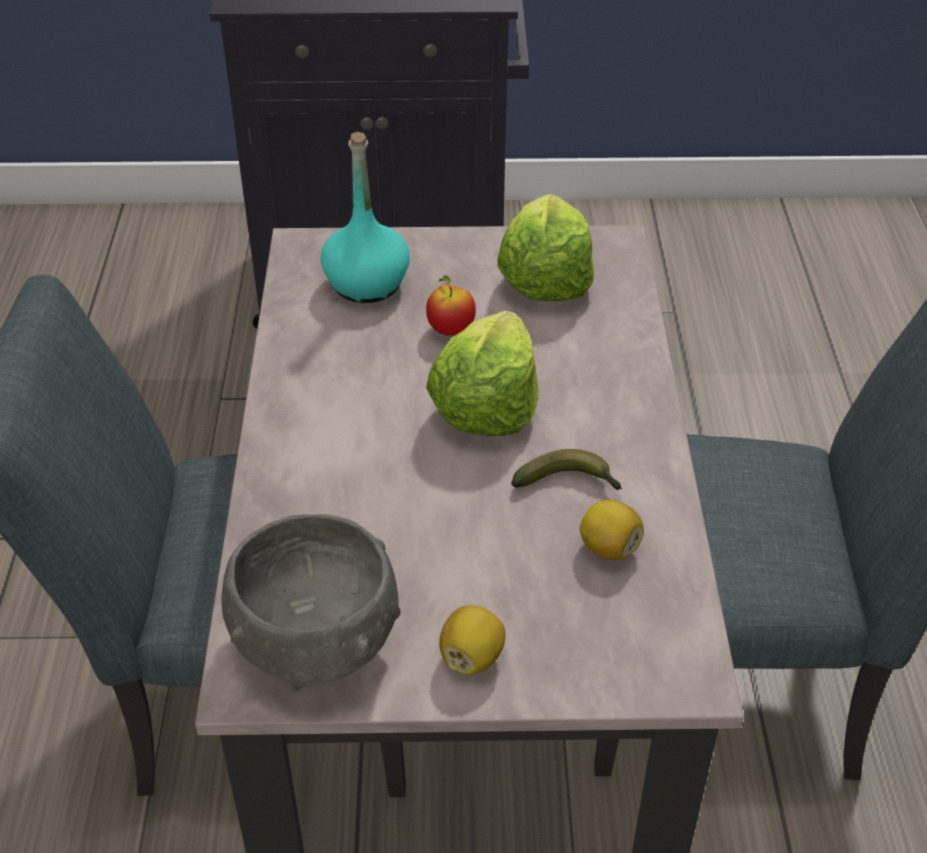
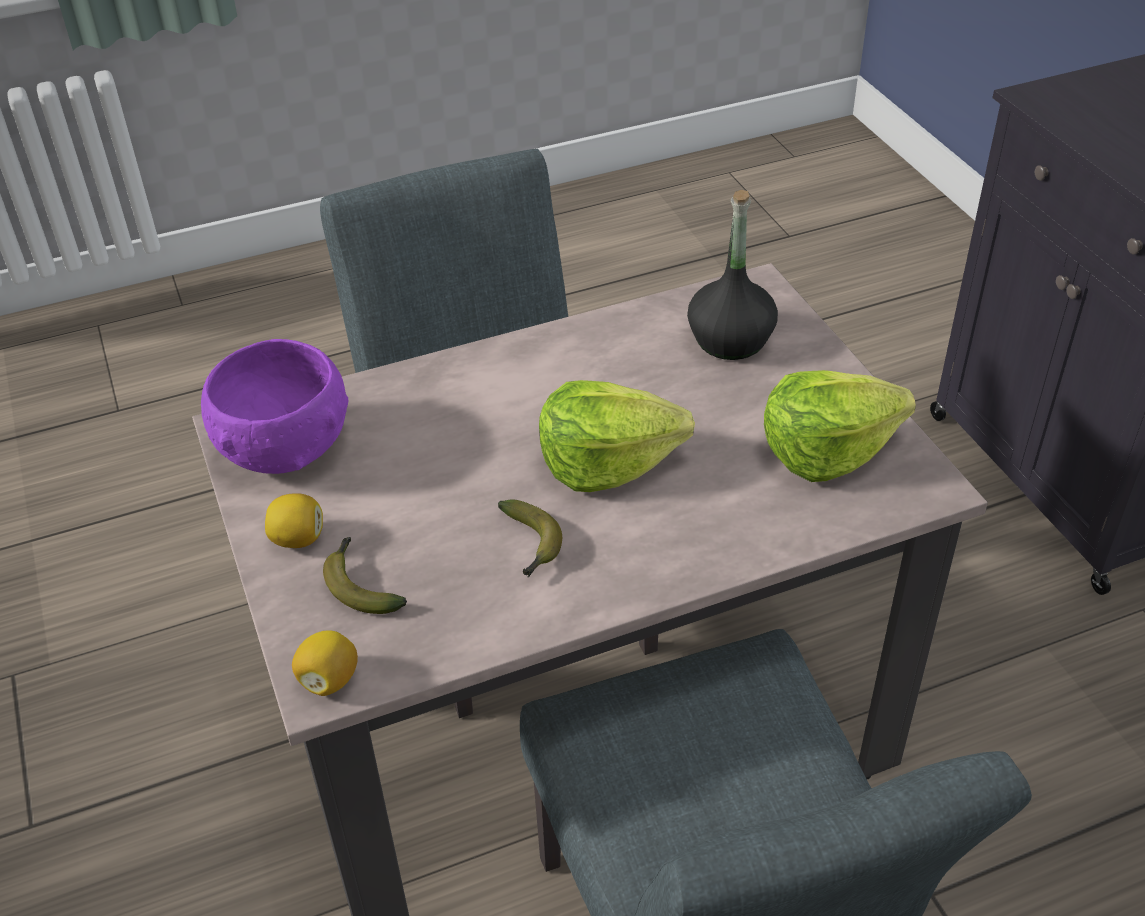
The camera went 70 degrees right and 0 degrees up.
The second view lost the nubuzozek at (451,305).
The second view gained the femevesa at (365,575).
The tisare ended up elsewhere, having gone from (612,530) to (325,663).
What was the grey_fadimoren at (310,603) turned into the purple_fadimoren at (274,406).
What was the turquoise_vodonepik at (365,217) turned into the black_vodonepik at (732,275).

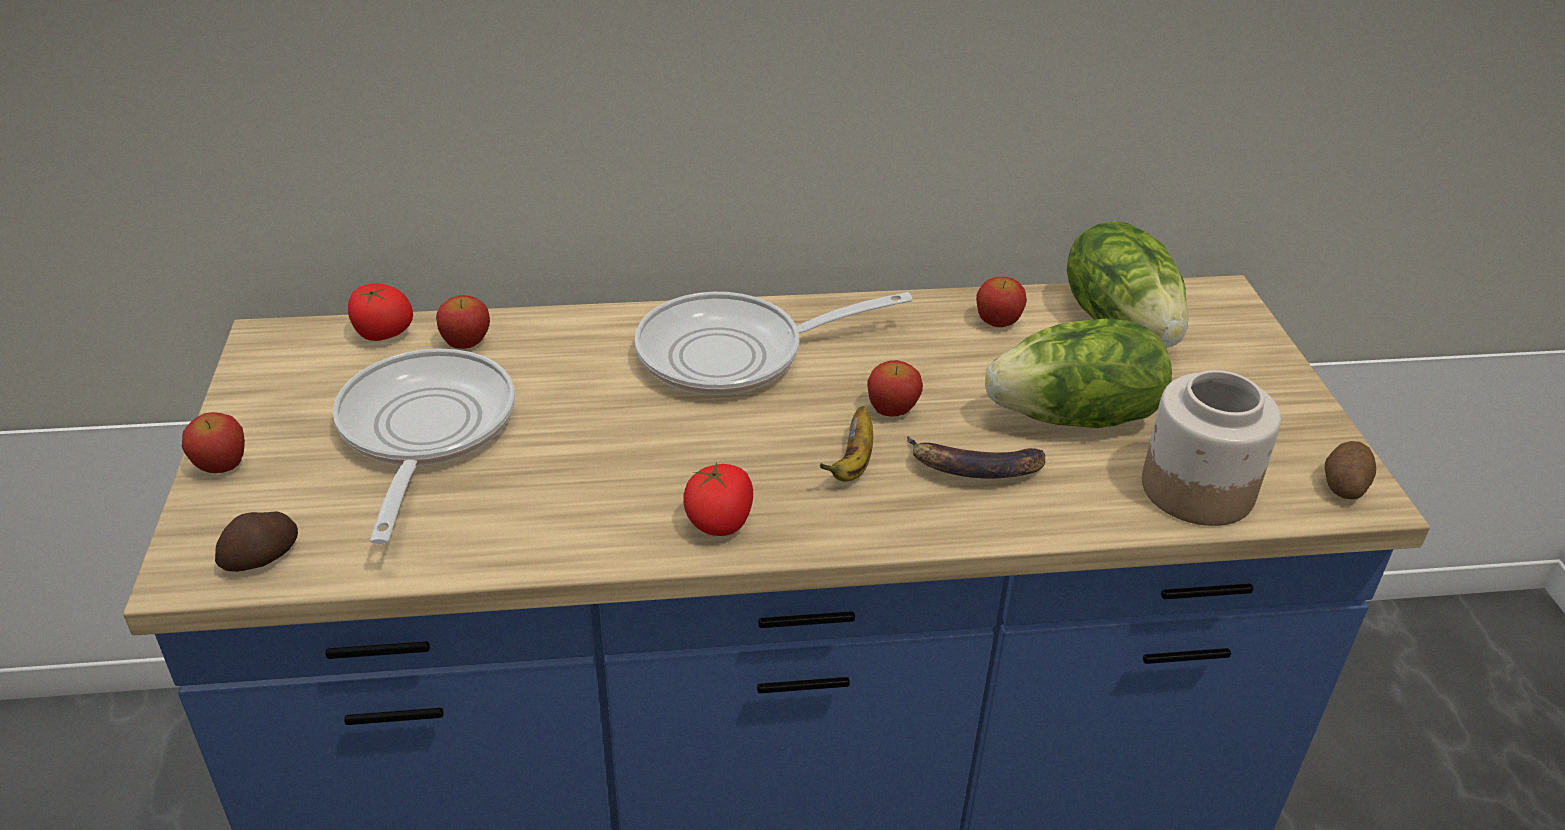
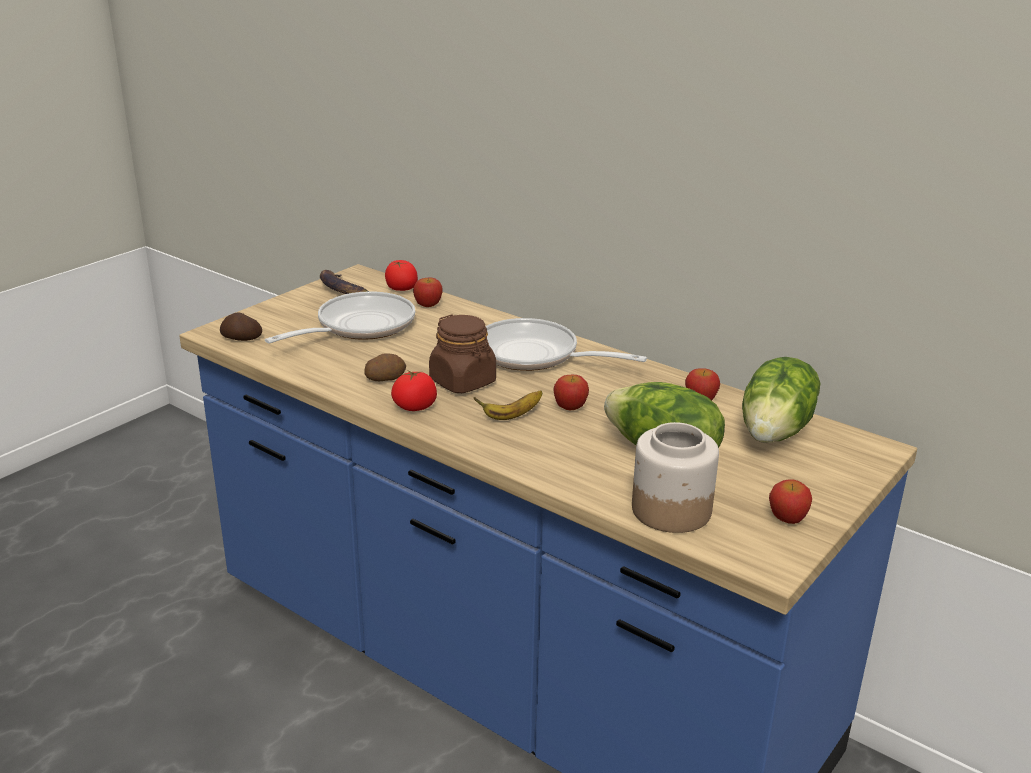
The camera went 45 degrees right and 10 degrees down.
The second view gained the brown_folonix at (462,353).
The nubuzozek ended up elsewhere, having gone from (213,442) to (790,501).
The femevesa ended up elsewhere, having gone from (976,457) to (344,282).
The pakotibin ended up elsewhere, having gone from (1350,470) to (385,367).

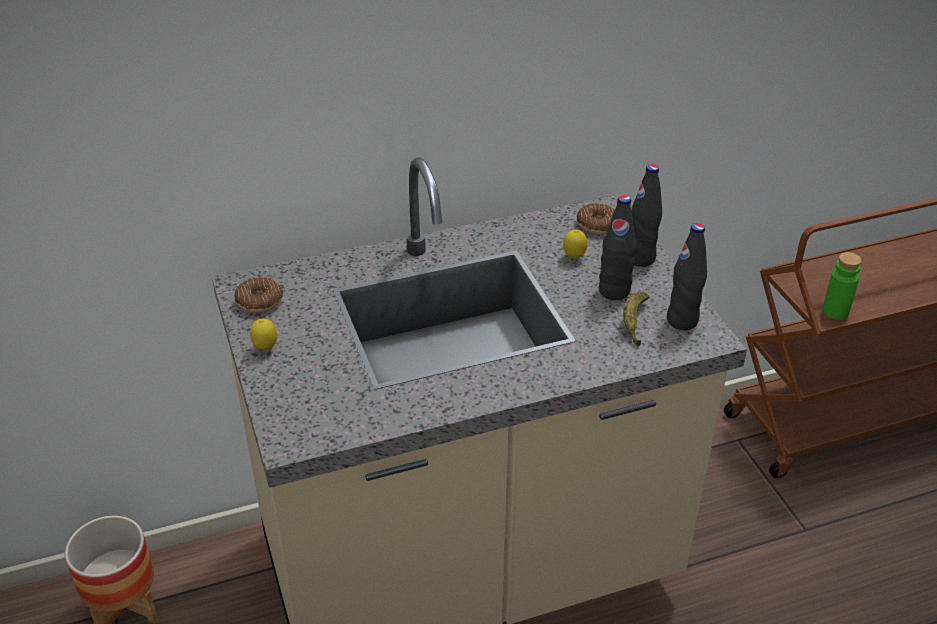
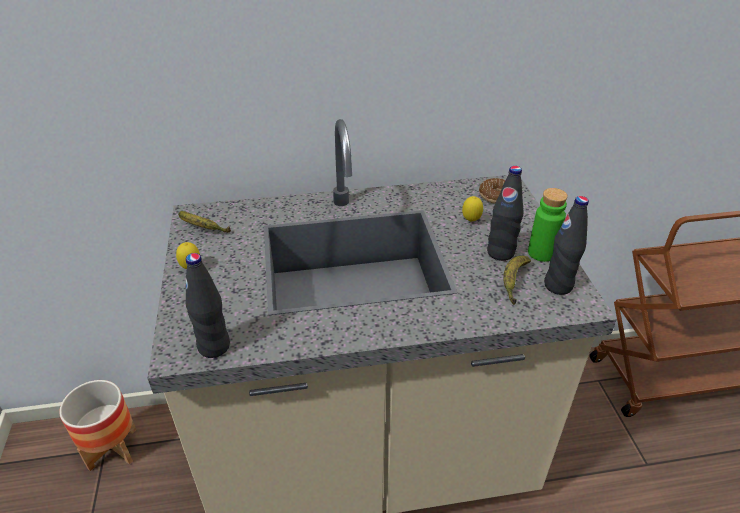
The camera went 10 degrees right and 0 degrees up.
The black_vodonepik ended up elsewhere, having gone from (646,215) to (208,305).
The green_vodonepik ended up elsewhere, having gone from (842,286) to (548,225).
Where the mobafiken stood at (258,295), the femevesa came to stand at (204,222).

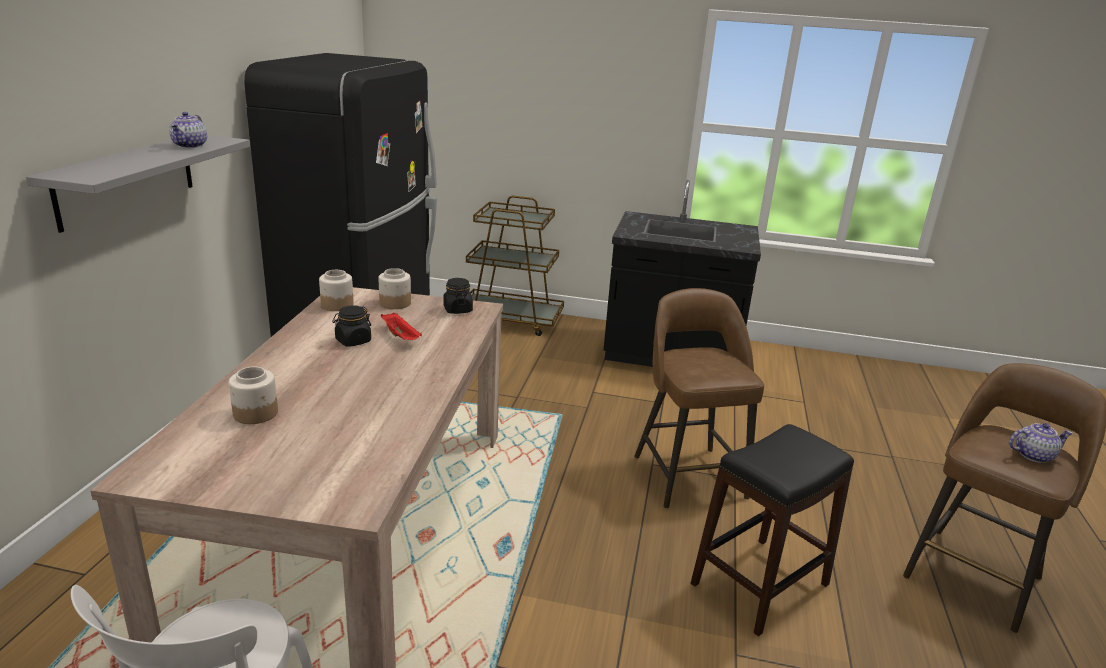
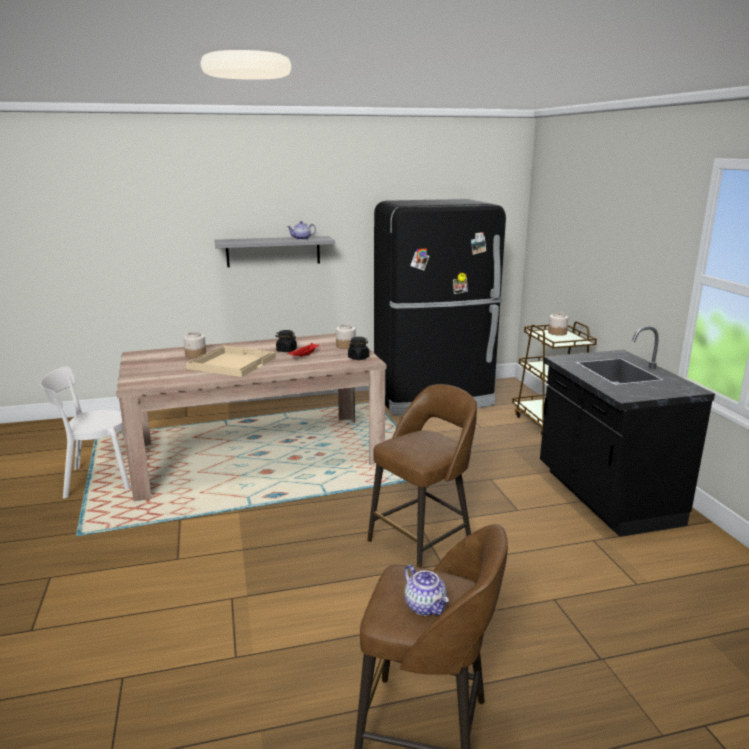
The camera went 65 degrees right and 5 degrees down.
The second view lost the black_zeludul at (772,530).
The second view gained the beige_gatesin at (231,361).
The folonix ended up elsewhere, having gone from (336,290) to (558,324).

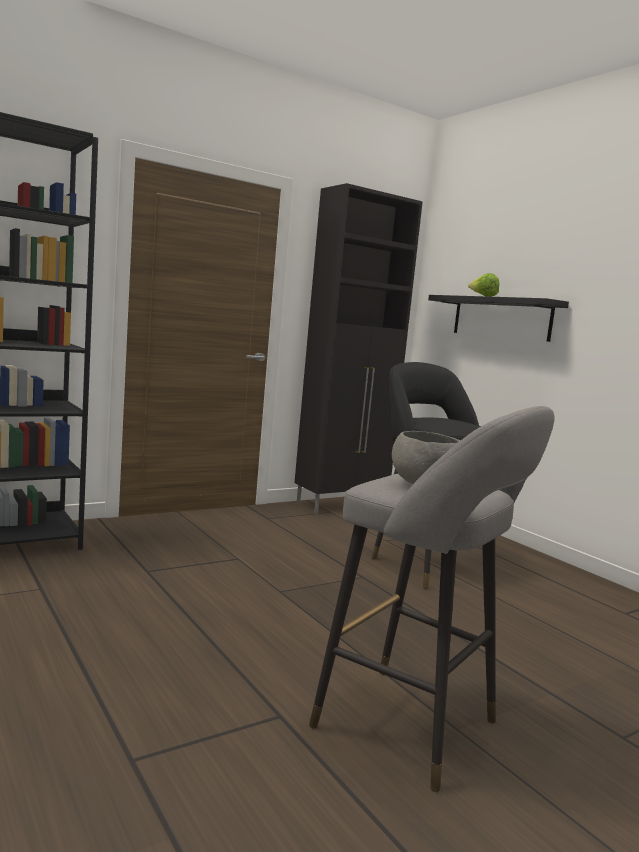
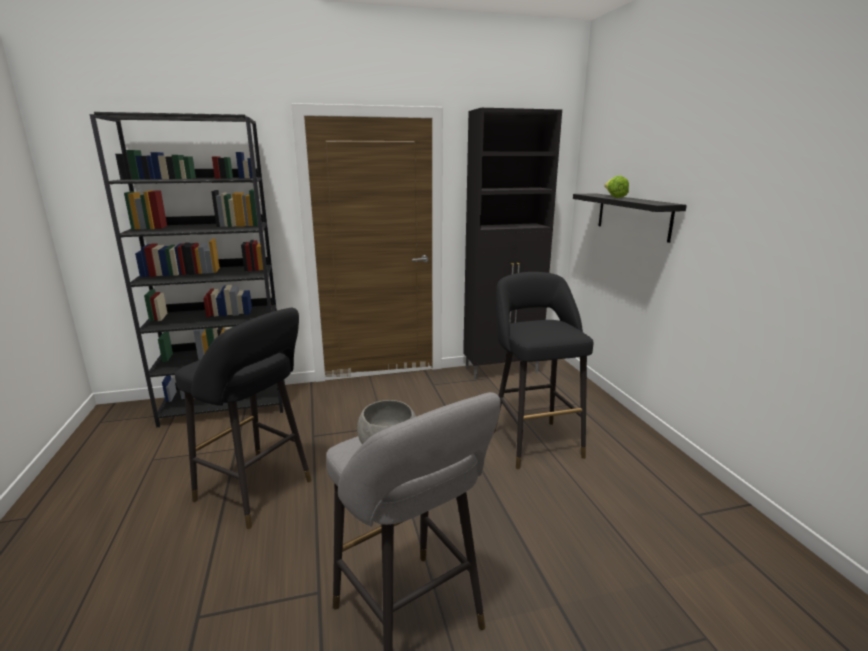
The camera went 20 degrees right and 10 degrees up.
The second view gained the black_zeludul at (243,418).

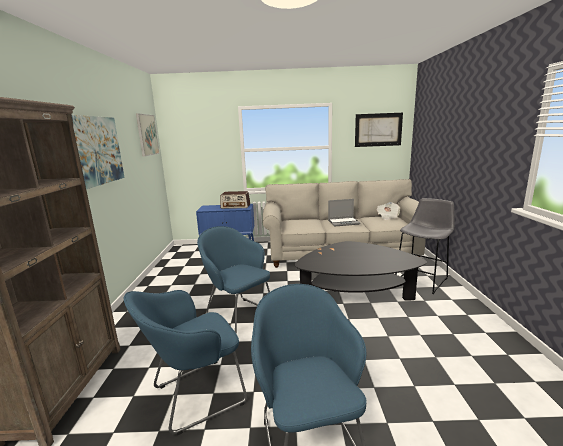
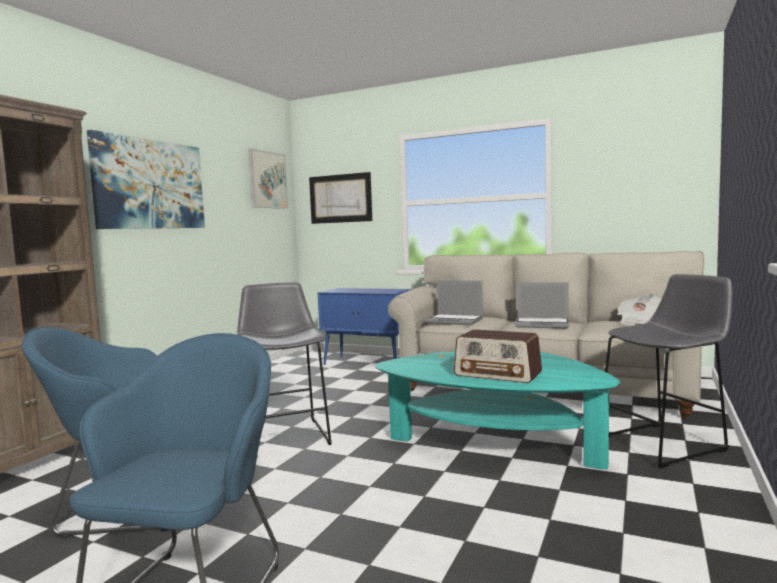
The camera went 25 degrees right and 10 degrees down.
The second view gained the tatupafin at (454,302).
The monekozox ended up elsewhere, having gone from (235,200) to (498,356).
The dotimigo ended up elsewhere, having gone from (379,130) to (340,198).
Where the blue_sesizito stood at (233,280), the grey_zeludul came to stand at (284,363).
What was the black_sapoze at (360,271) turned into the turquoise_sapoze at (498,409).

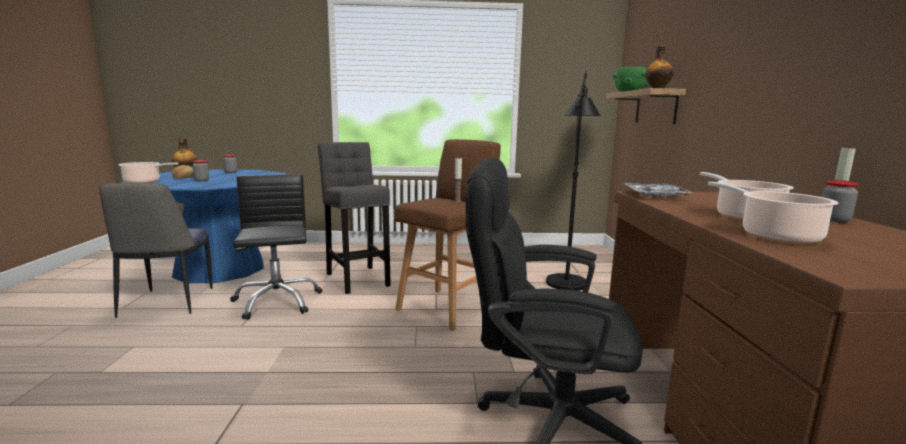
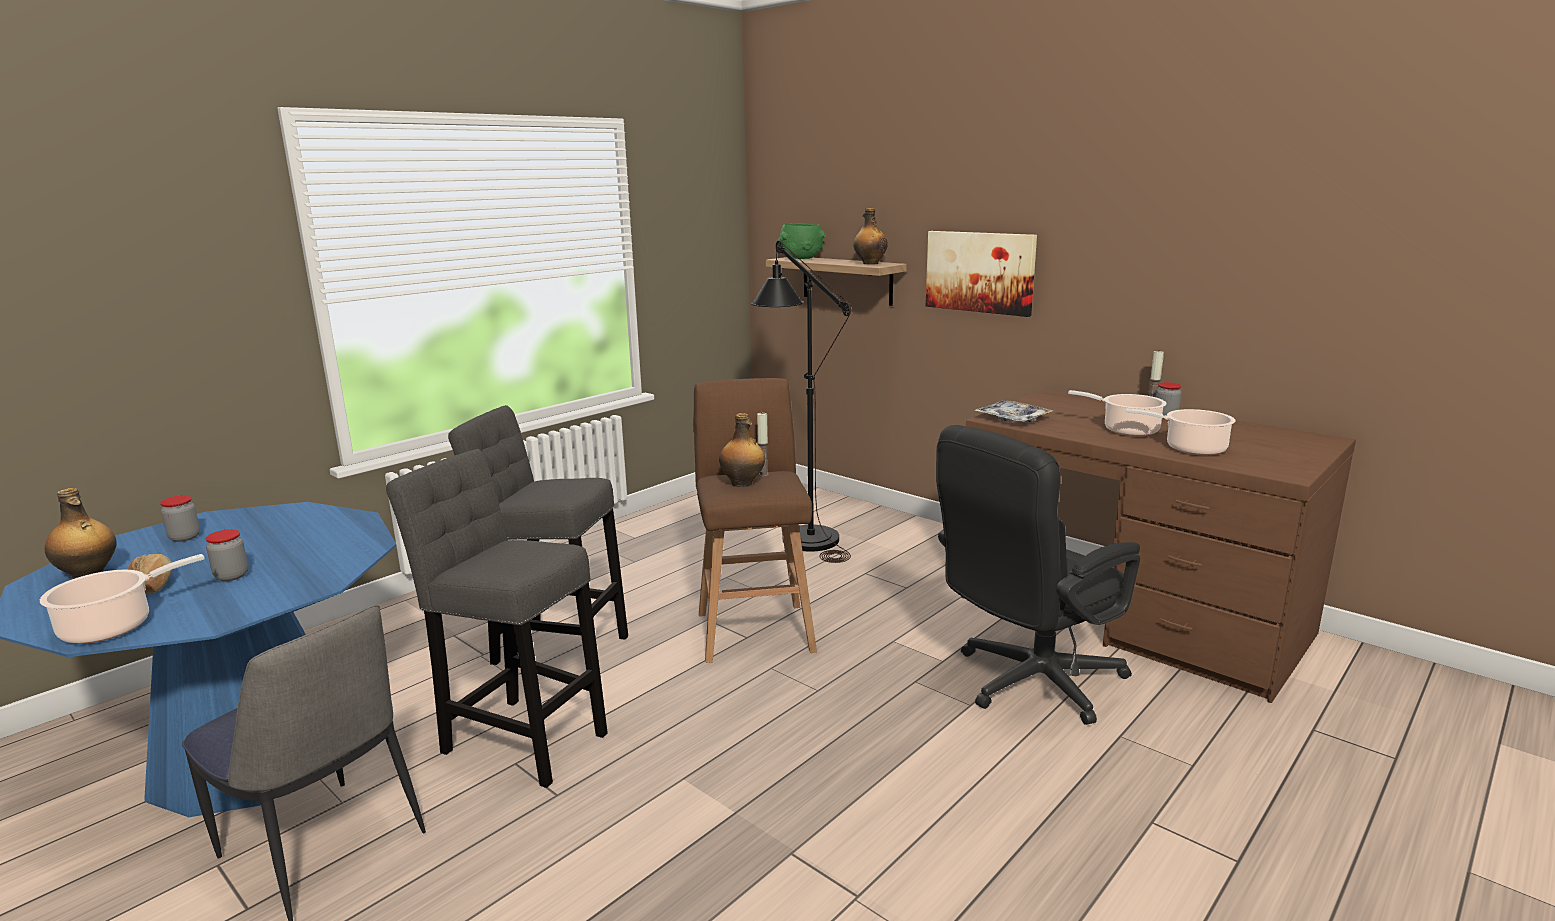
The camera went 45 degrees left and 5 degrees up.
The second view gained the vodonepik at (742,450).
The second view gained the dotimigo at (981,274).
Where the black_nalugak stood at (276,247), the grey_zeludul came to stand at (497,618).

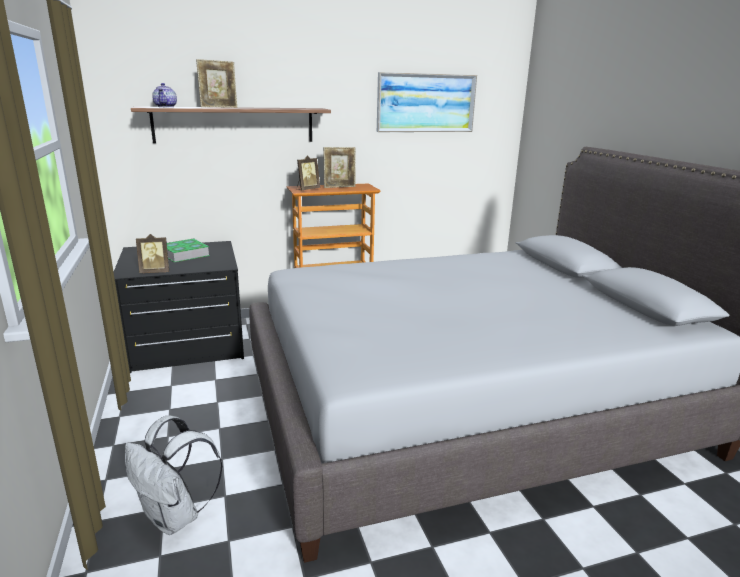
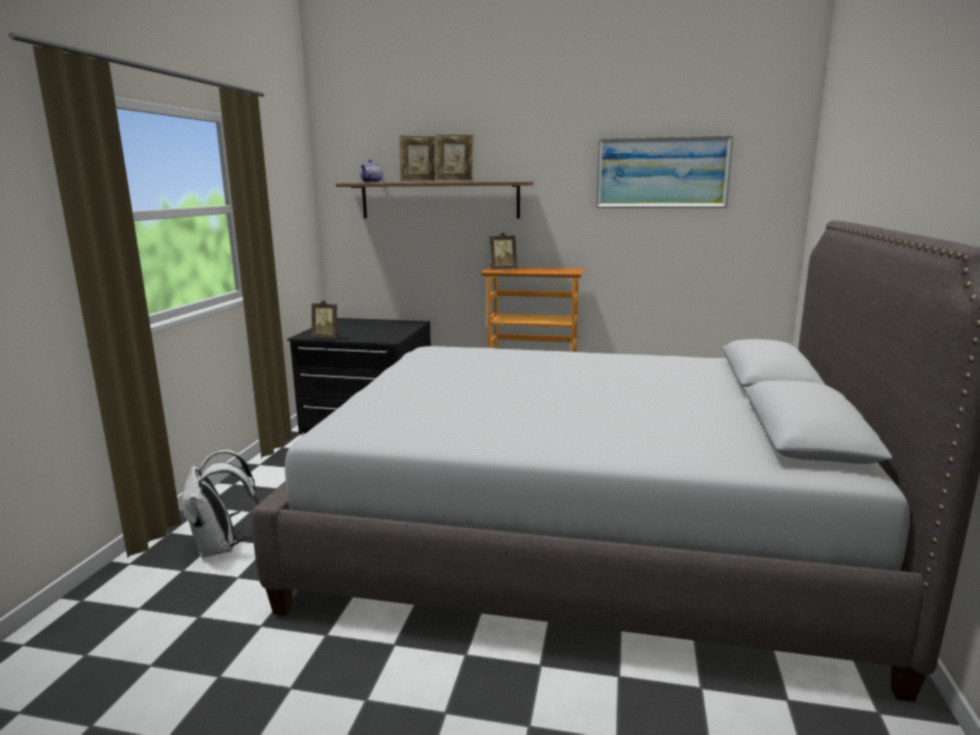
The camera went 30 degrees right and 5 degrees down.
The second view lost the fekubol at (188,250).
The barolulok ended up elsewhere, having gone from (339,167) to (454,158).

